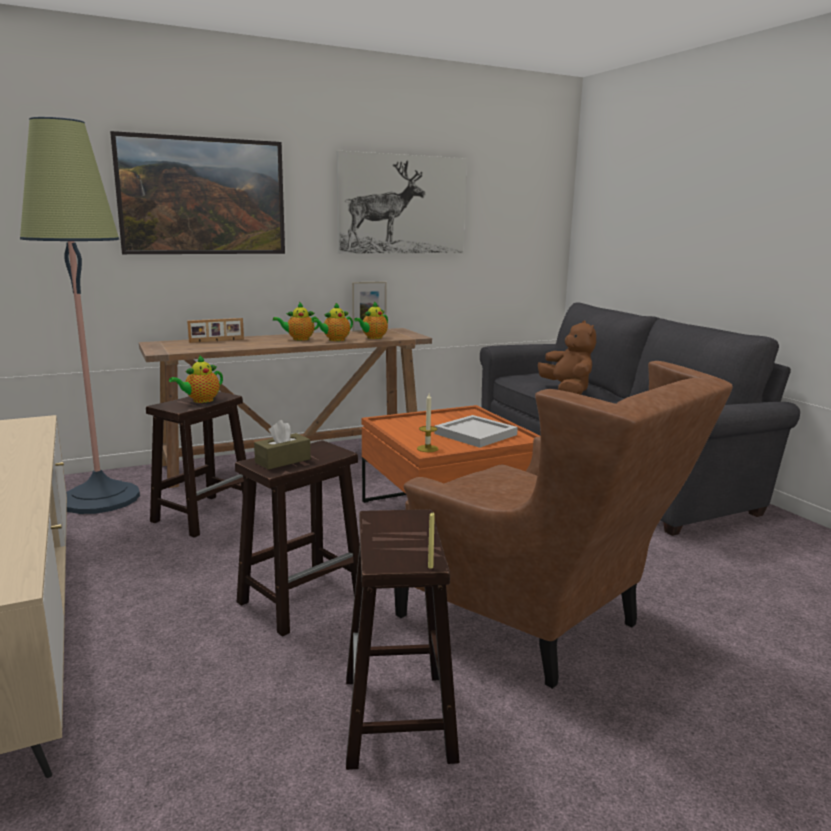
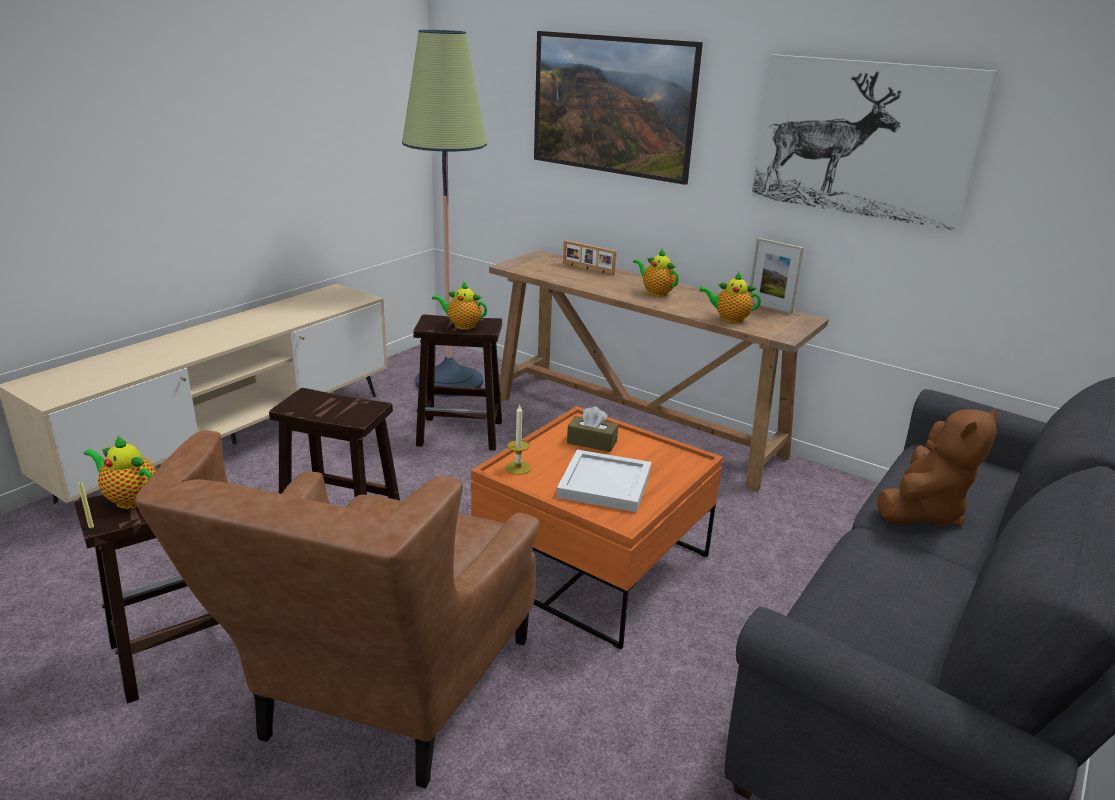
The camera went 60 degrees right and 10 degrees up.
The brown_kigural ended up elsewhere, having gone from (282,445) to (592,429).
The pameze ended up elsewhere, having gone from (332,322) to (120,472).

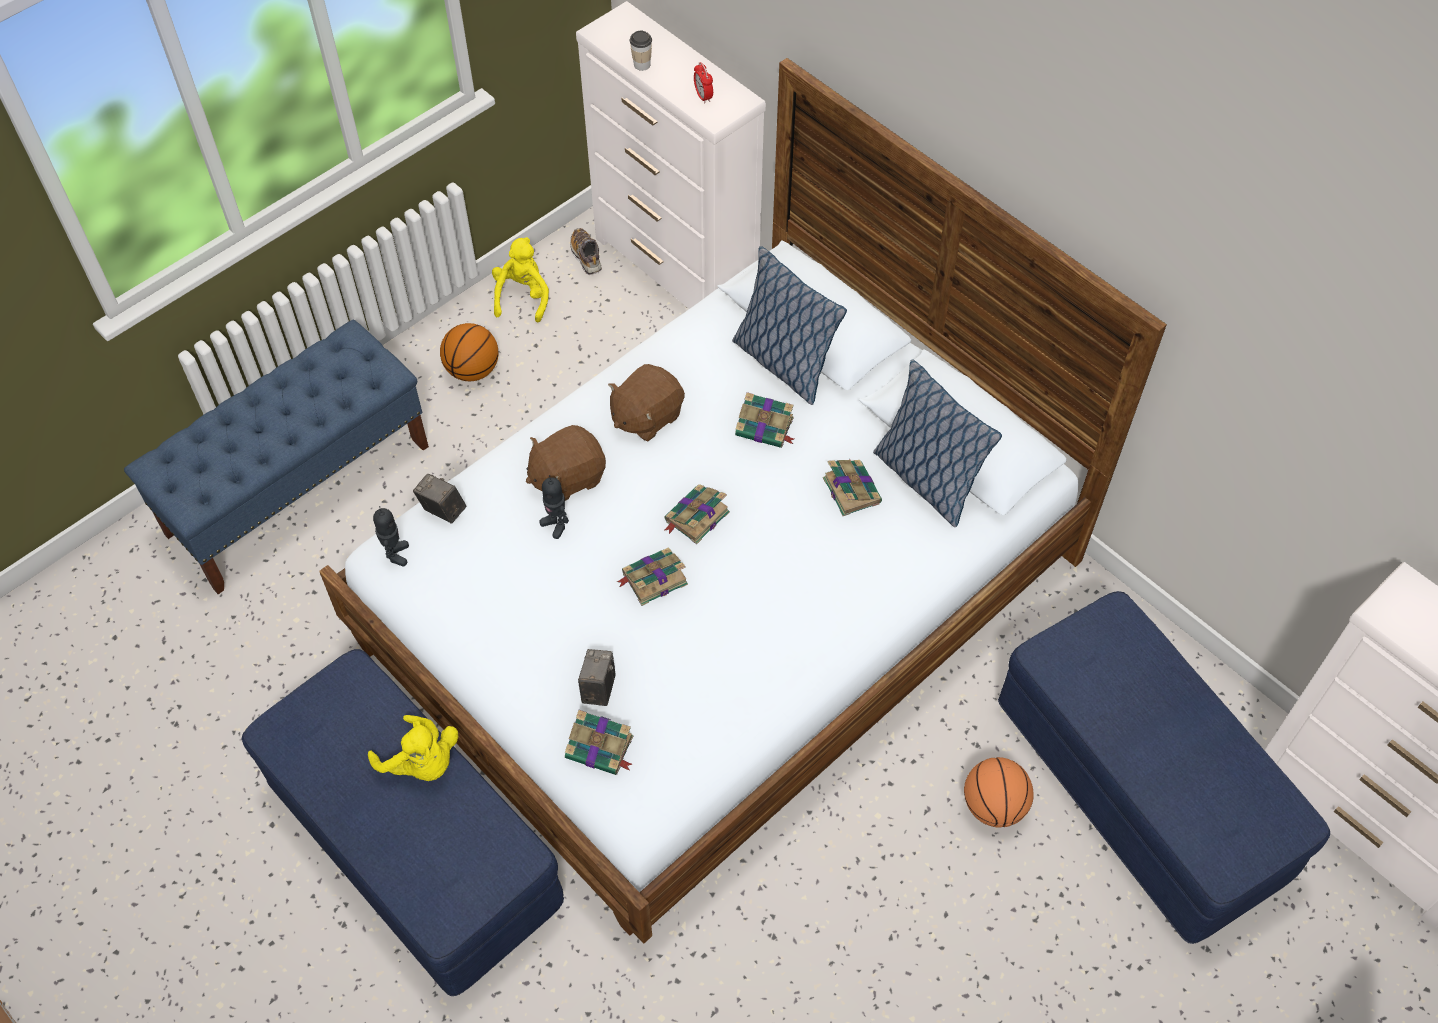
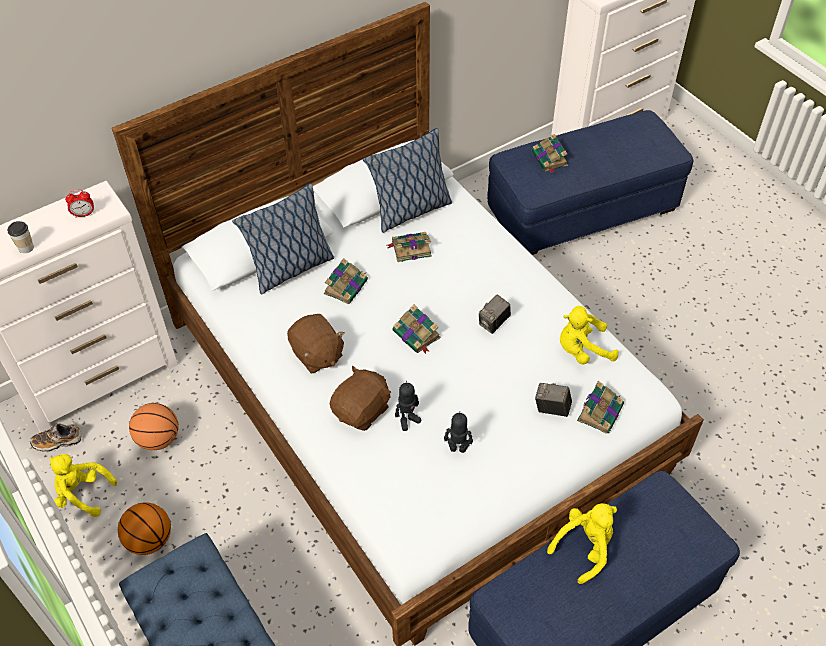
The camera went 80 degrees left and 5 degrees down.
The second view gained the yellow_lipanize at (589,335).
The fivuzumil ended up elsewhere, having gone from (391,536) to (458,432).
The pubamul ended up elsewhere, having gone from (440,498) to (495,314).
The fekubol ended up elsewhere, having gone from (652,576) to (550,153).
The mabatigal ended up elsewhere, having gone from (999,792) to (154,426).
The brown_lipanize at (566,463) ended up facing another way, 120 degrees counterclockwise from before.

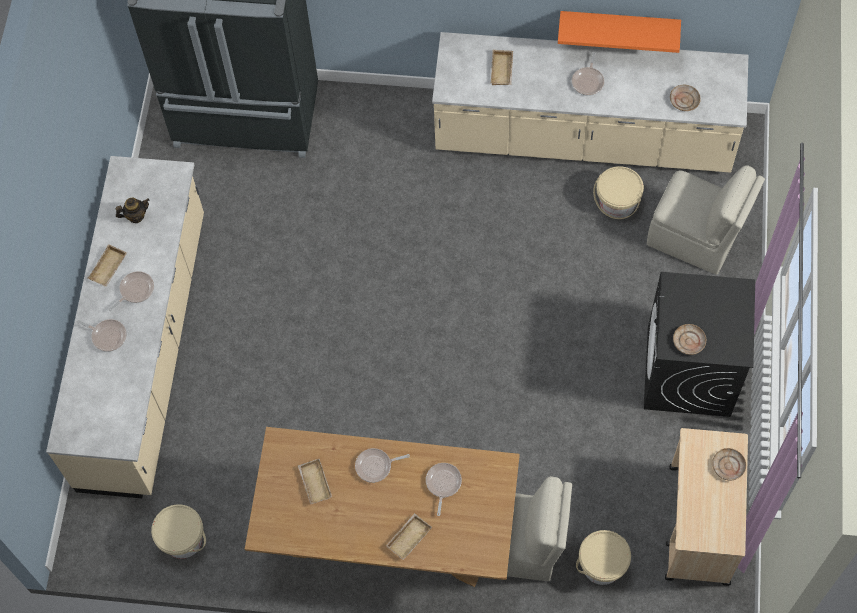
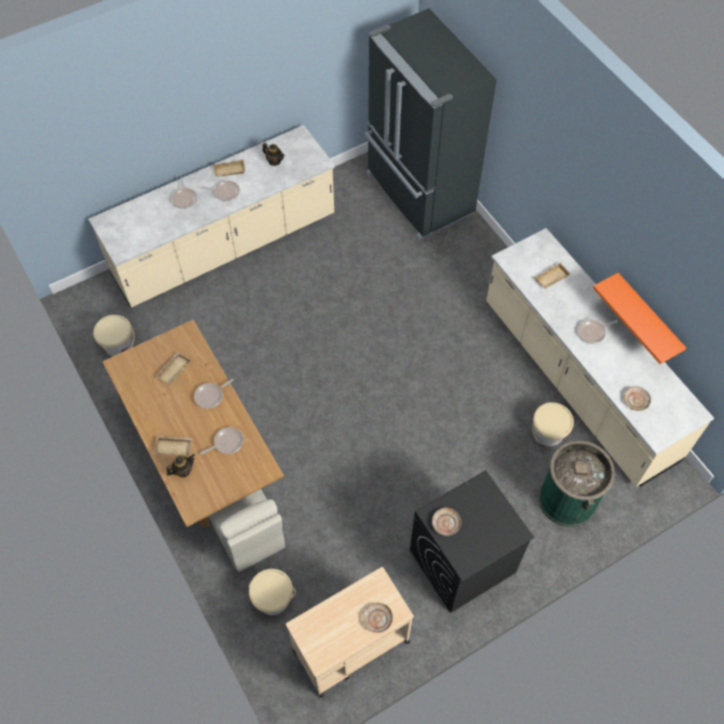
The camera went 50 degrees right and 5 degrees down.
The second view gained the pameze at (180,465).
Where the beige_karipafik stood at (706,220), the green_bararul came to stand at (577,483).
The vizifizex at (382,465) ended up facing another way, 75 degrees counterclockwise from before.

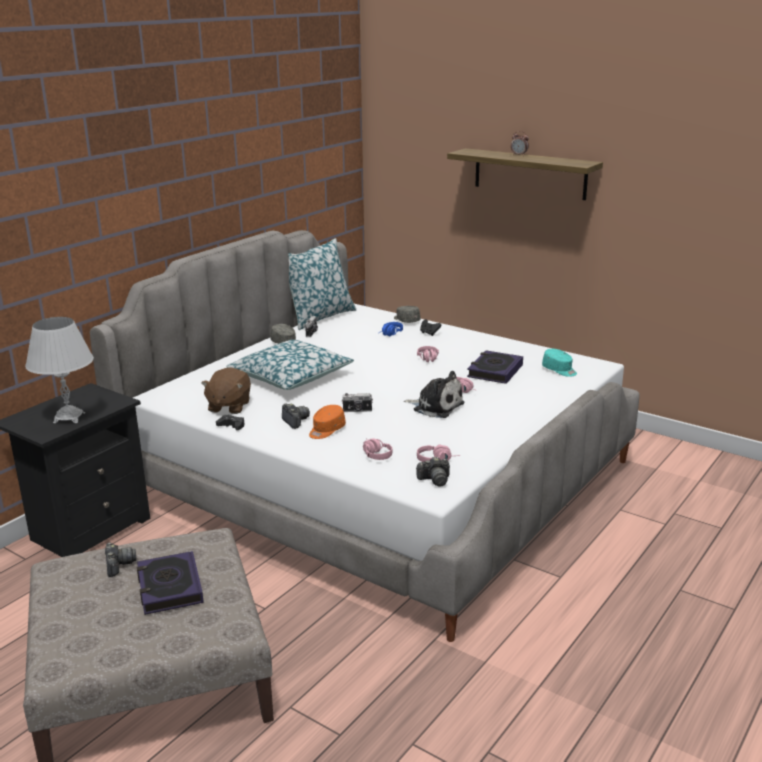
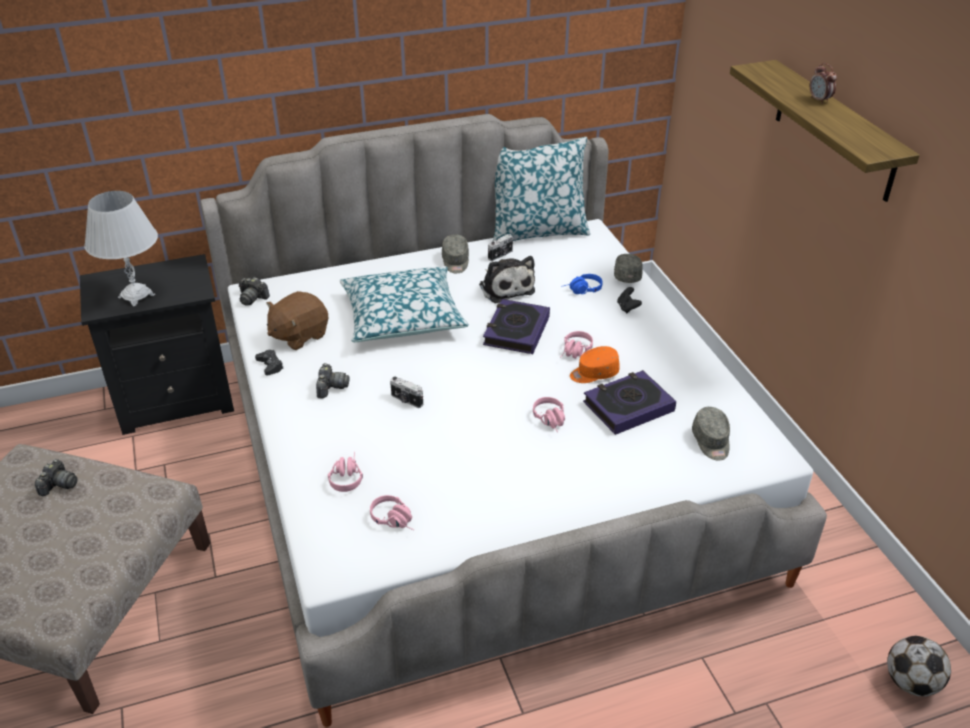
The camera went 35 degrees right and 15 degrees up.
The second view gained the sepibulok at (919,666).
The fekubol ended up elsewhere, having gone from (170,583) to (516,326).
The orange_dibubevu ended up elsewhere, having gone from (327,422) to (595,364).
The lipanize ended up elsewhere, having gone from (434,394) to (507,280).
The pubamul ended up elsewhere, having gone from (433,472) to (254,291).
What was the turquoise_dibubevu at (559,363) turned into the grey_dibubevu at (711,434).

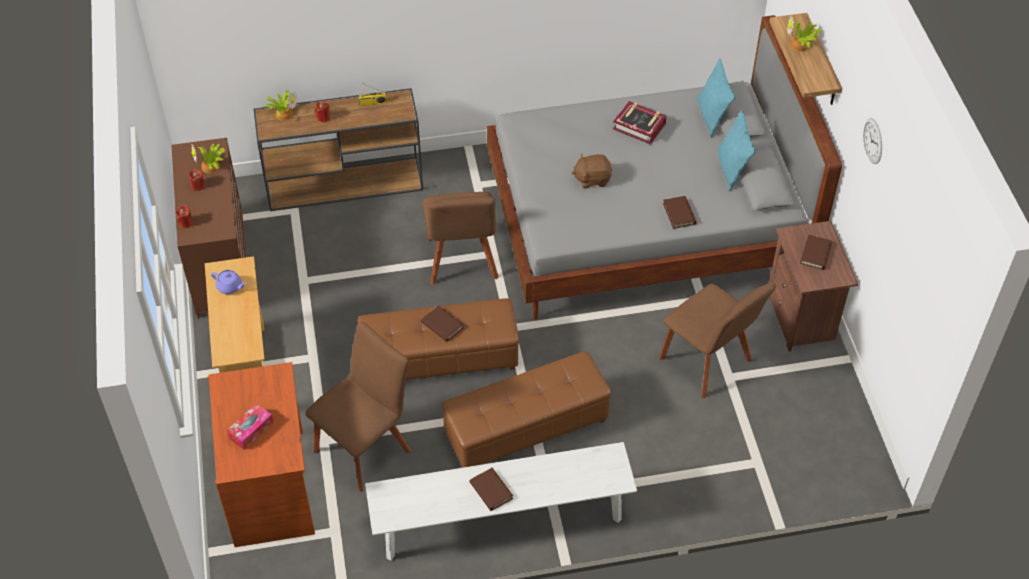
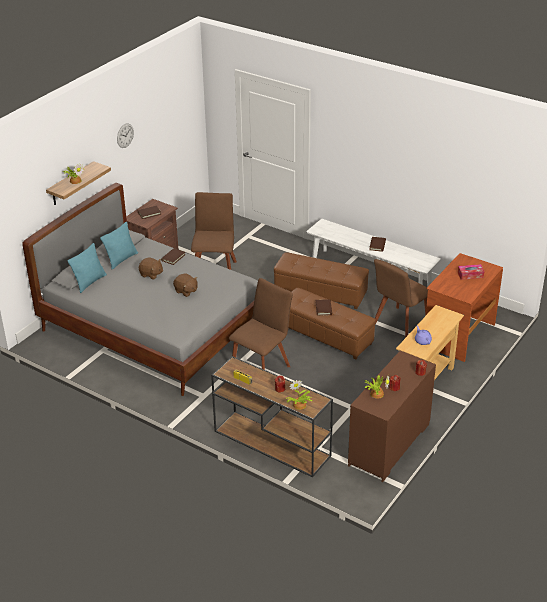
The camera went 135 degrees left and 15 degrees down.
The second view lost the fekubol at (640,123).
The second view gained the brown_lipanize at (151,268).
The brown_karipafik at (358,407) ended up facing another way, 45 degrees counterclockwise from before.

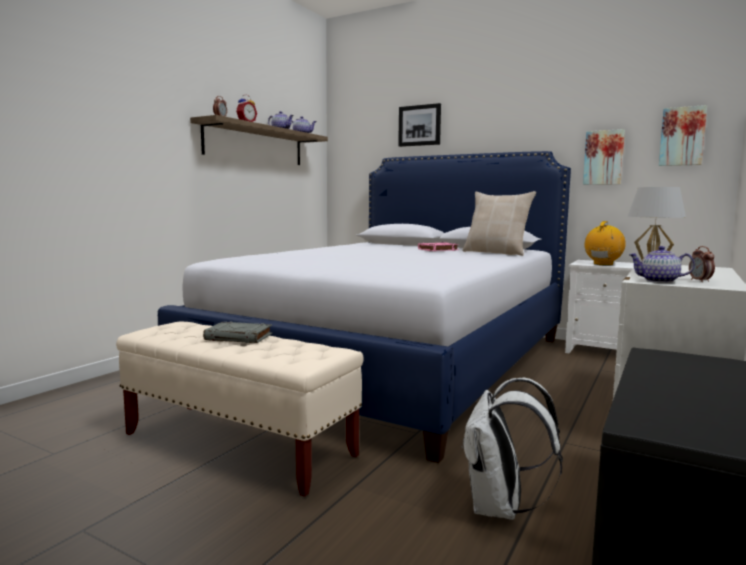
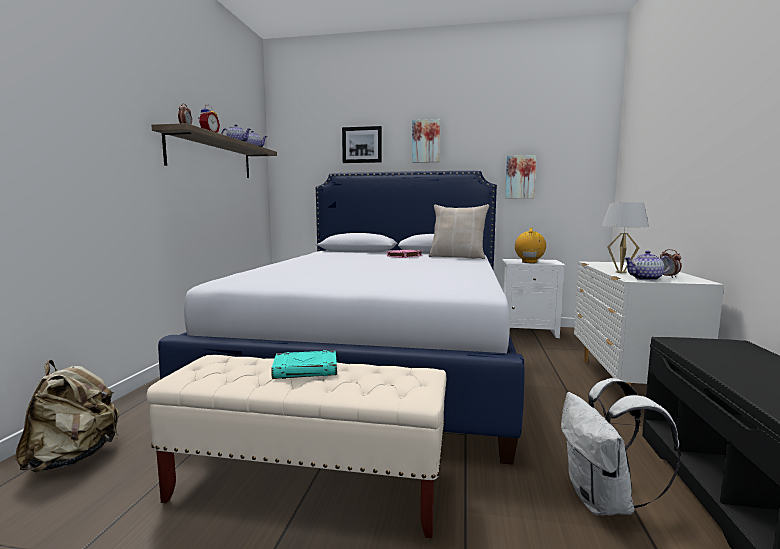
The camera went 20 degrees left and 0 degrees up.
The second view gained the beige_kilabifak at (67,416).
The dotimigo ended up elsewhere, having gone from (683,135) to (426,141).
What was the grey_fekubol at (237,332) turned into the turquoise_fekubol at (304,364).

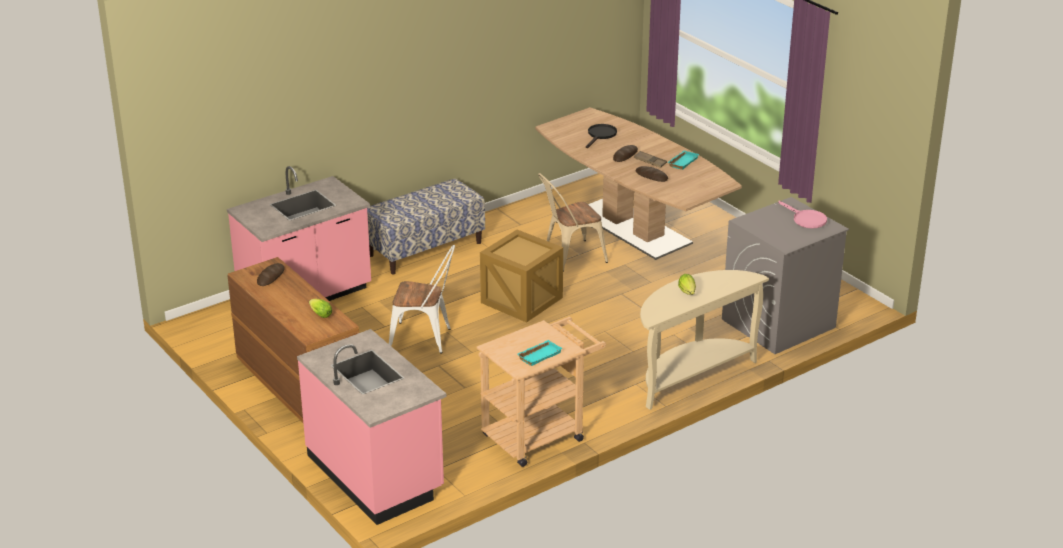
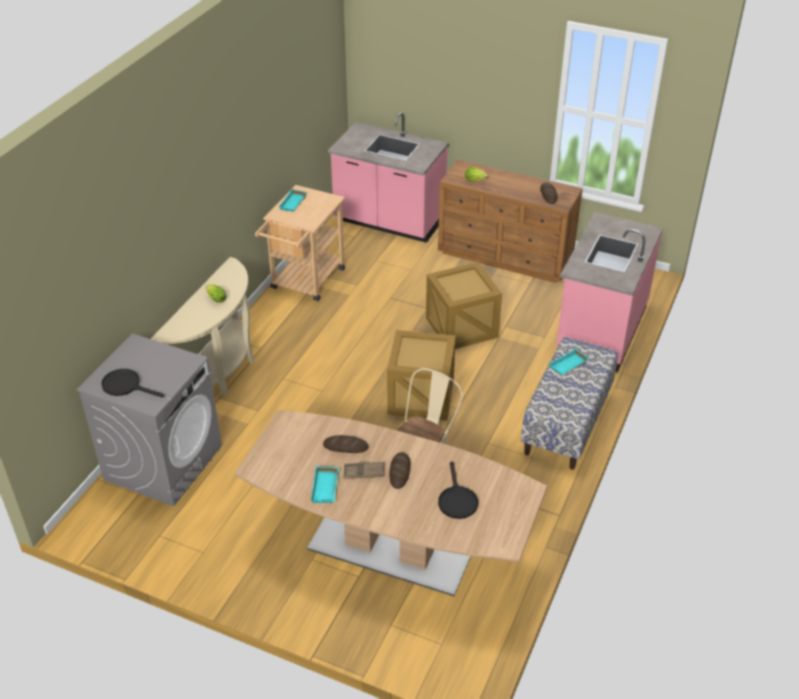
The camera went 150 degrees right and 10 degrees up.
The second view gained the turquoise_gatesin at (569,361).
Where the white_karipafik stood at (422,299), the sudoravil came to stand at (464,305).
What was the pink_vizifizex at (802,214) turned into the black_vizifizex at (132,383).

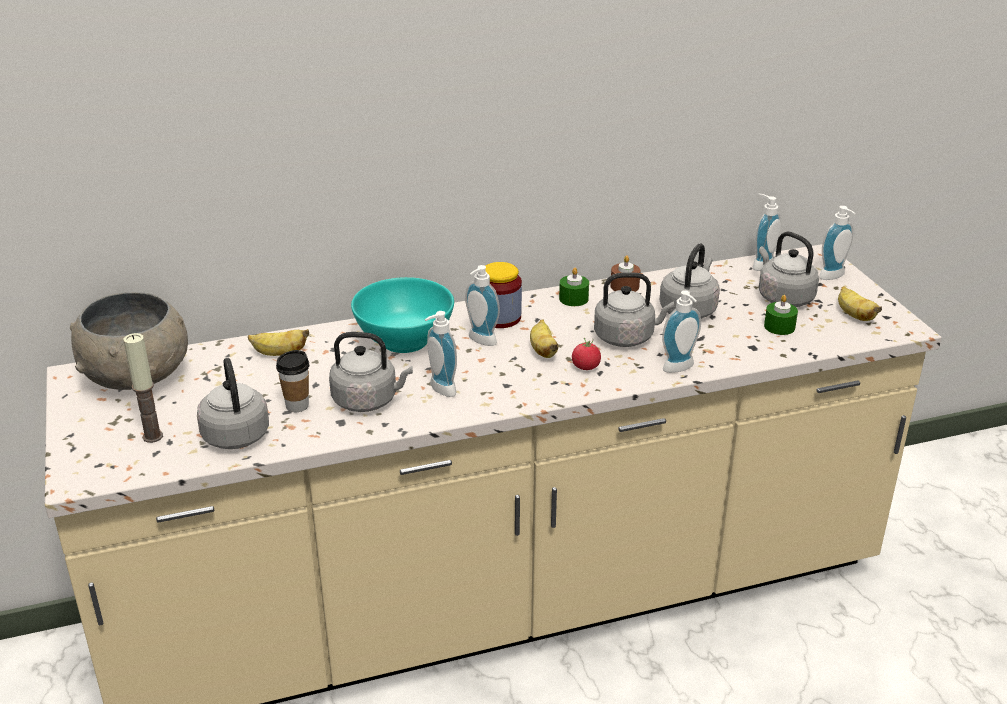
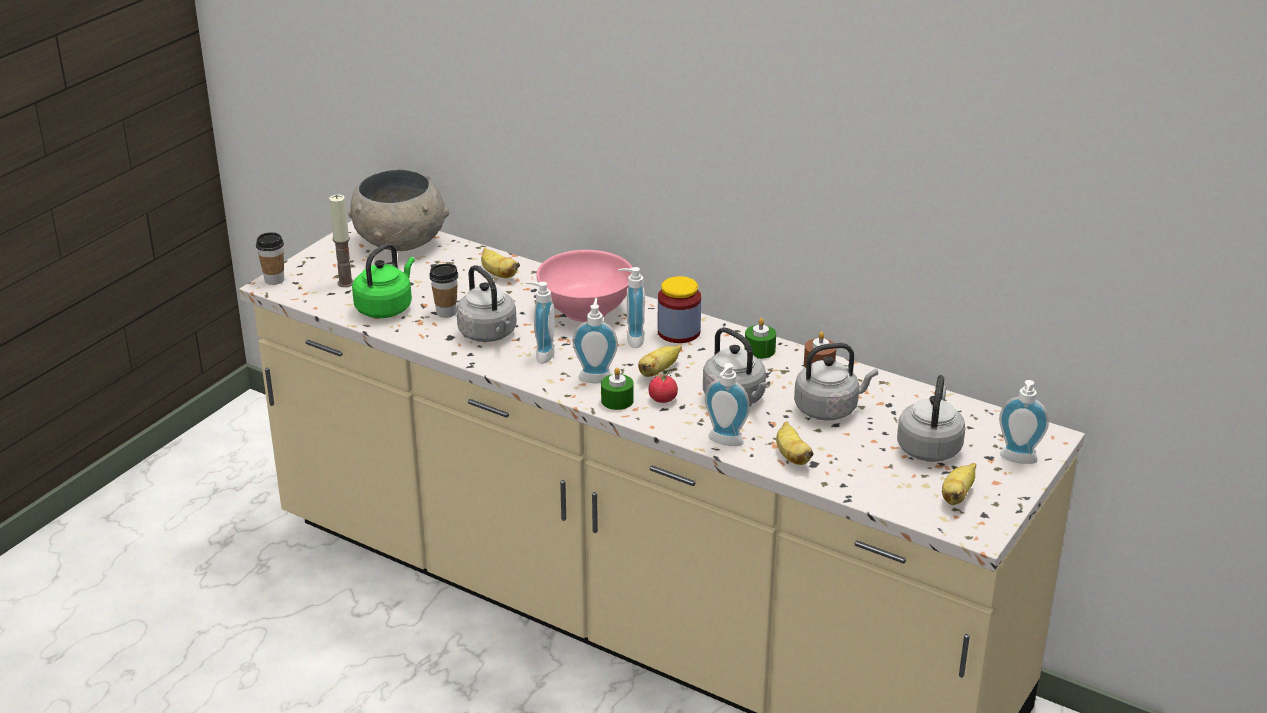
The camera went 50 degrees right and 0 degrees up.
The second view gained the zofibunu at (270,258).
The second view gained the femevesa at (795,443).
The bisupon ended up elsewhere, having gone from (767,232) to (595,340).
The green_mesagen ended up elsewhere, having gone from (781,315) to (617,389).
What was the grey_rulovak at (233,403) turned into the green_rulovak at (383,280).
What was the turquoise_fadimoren at (402,315) turned into the pink_fadimoren at (584,286).

